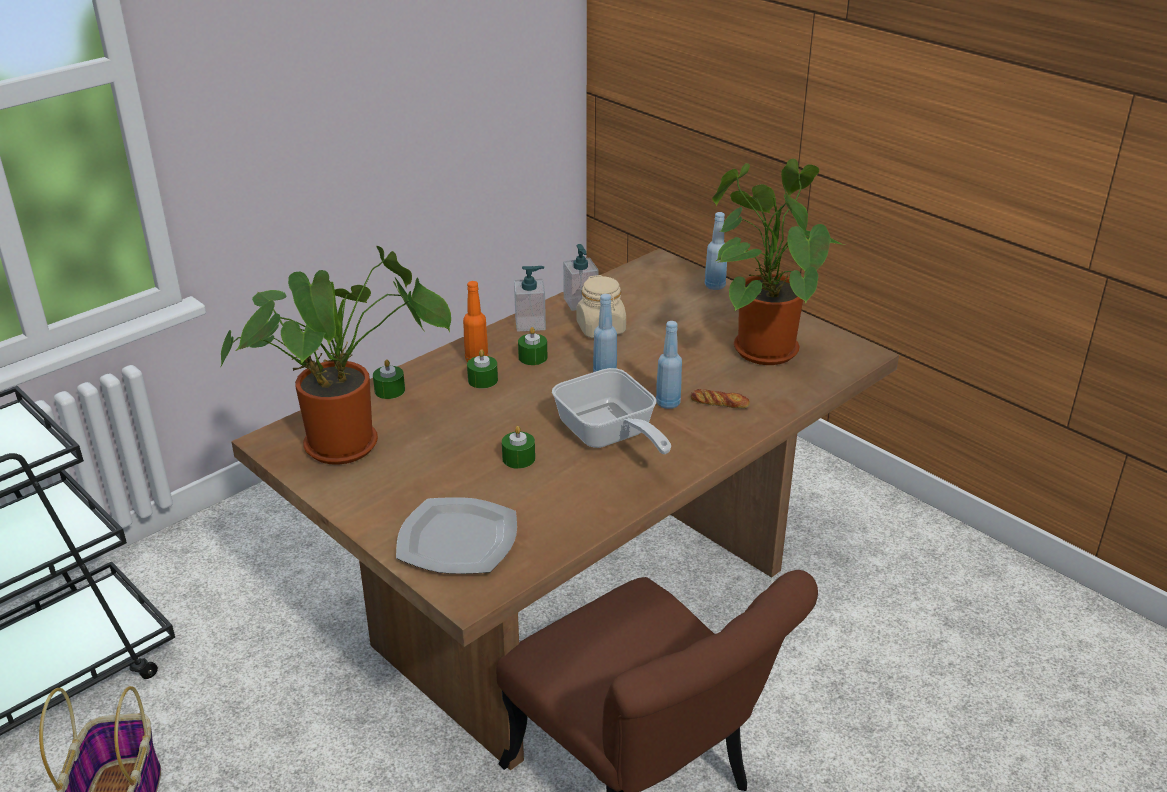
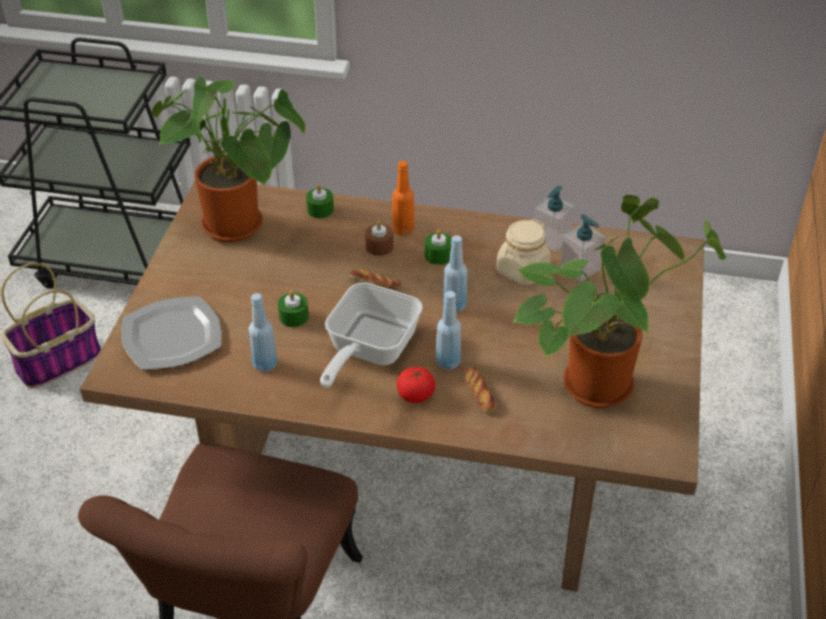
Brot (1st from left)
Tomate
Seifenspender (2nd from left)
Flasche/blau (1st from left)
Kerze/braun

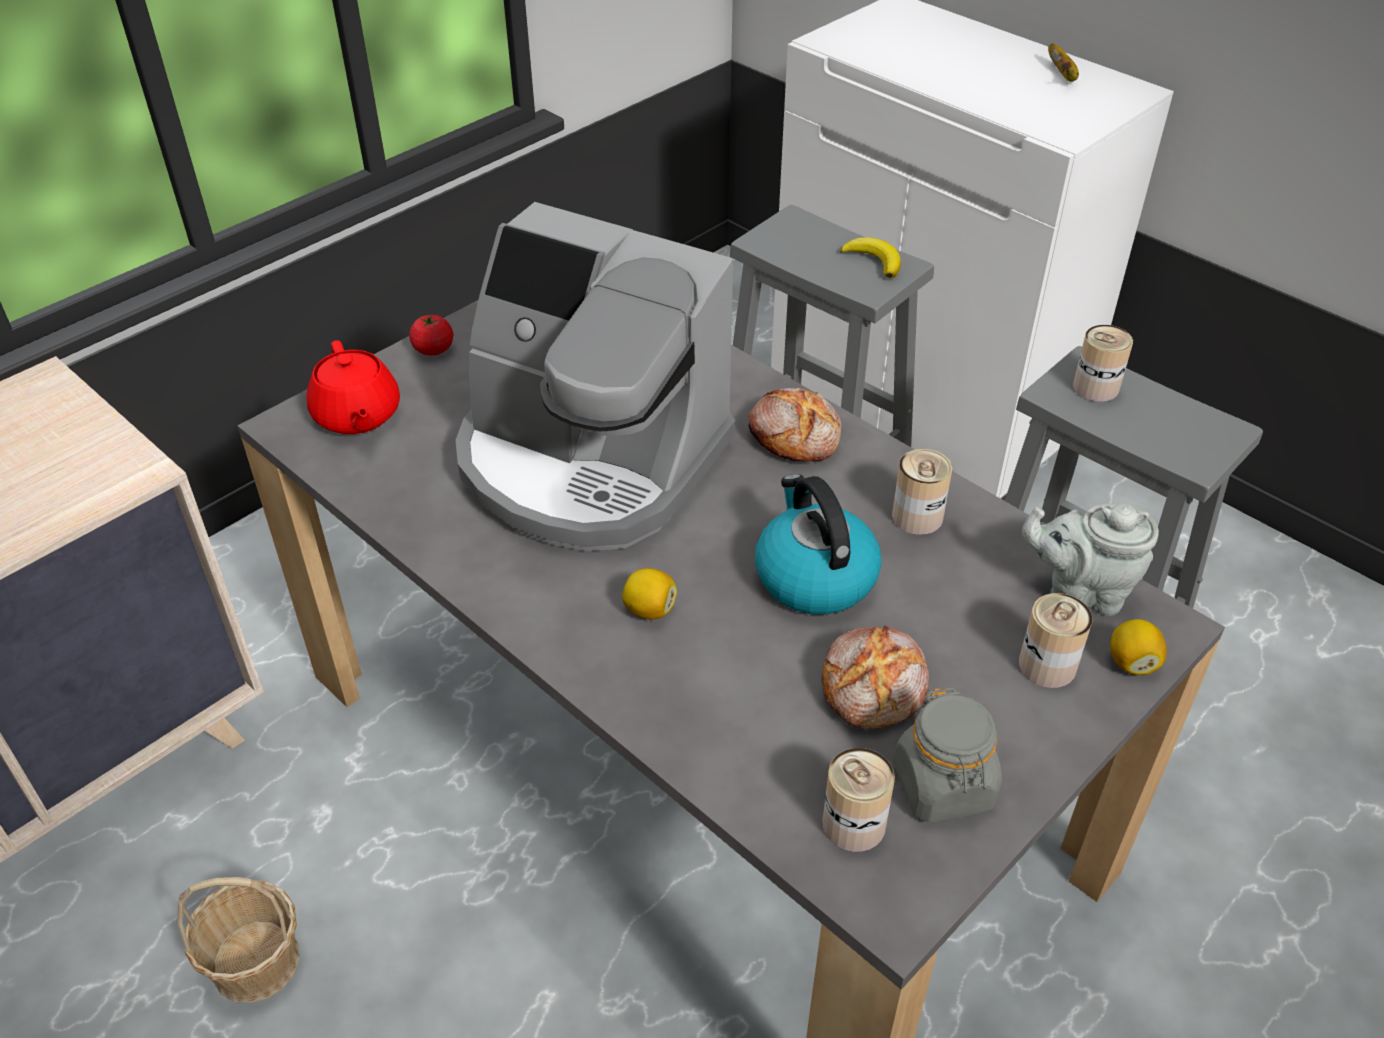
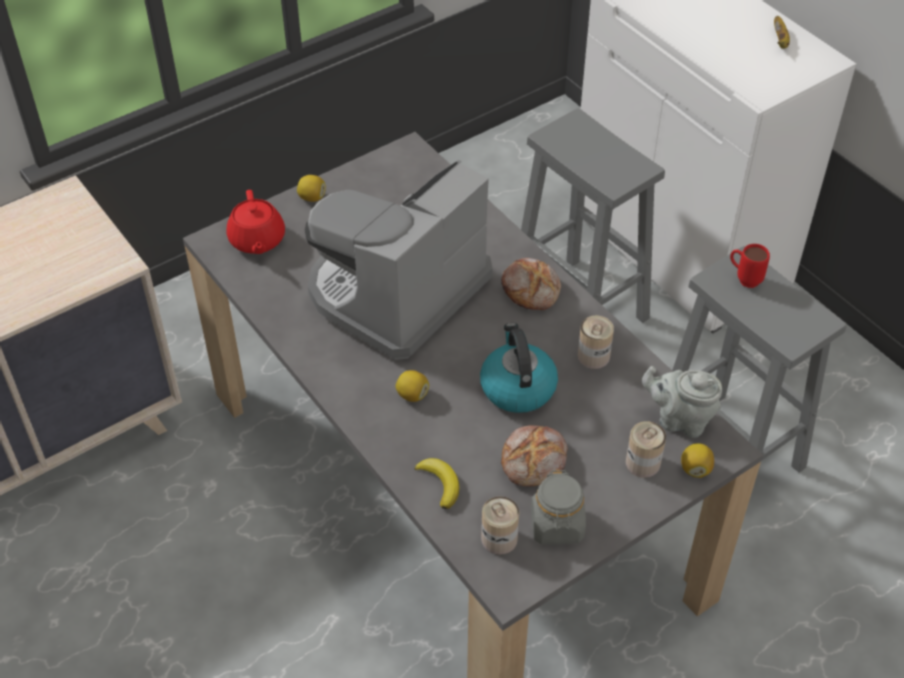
Korb
Banane (1st from left)
Zitrone (1st from left)
Henkelbecher/rot
Kaffeemaschine

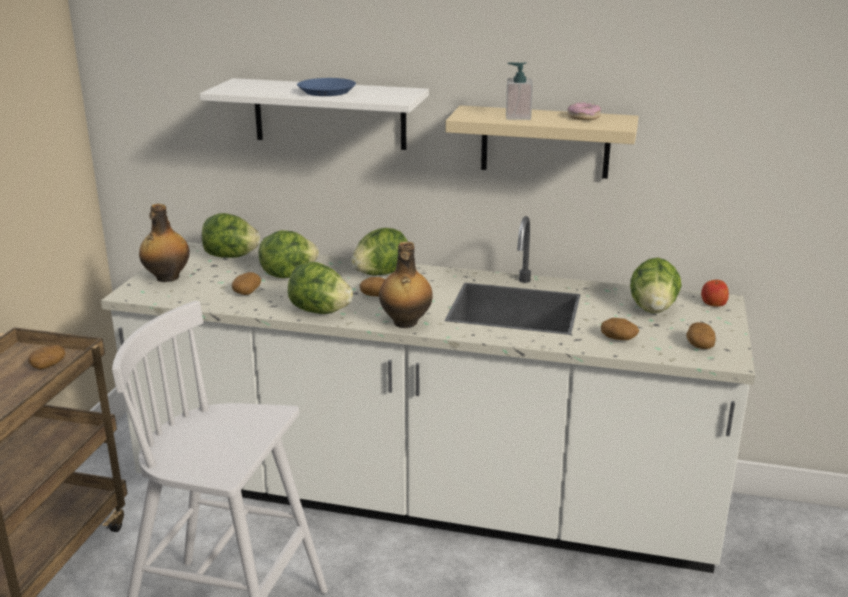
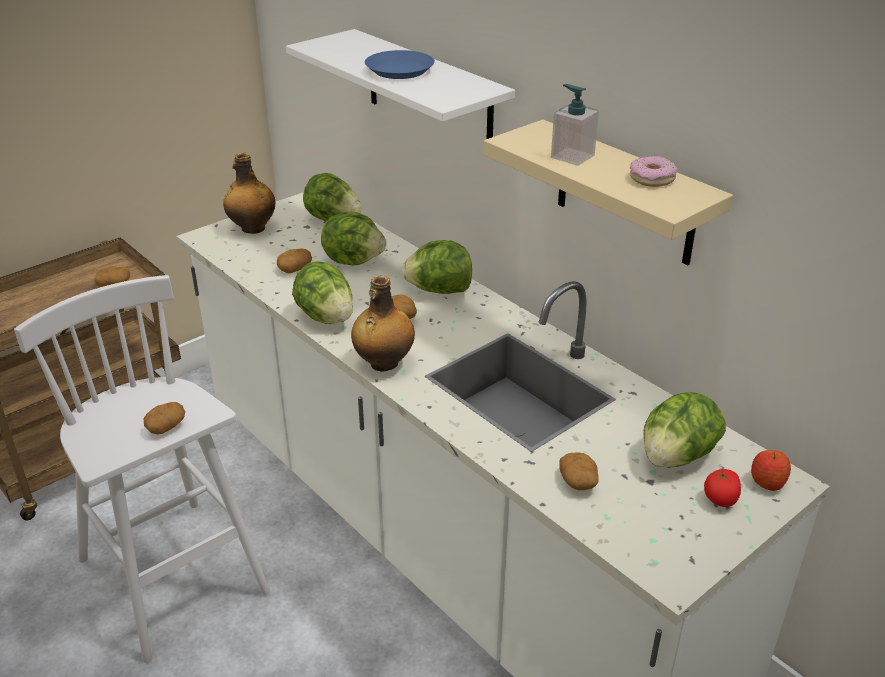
Tomate
Kartoffel (2nd from left)

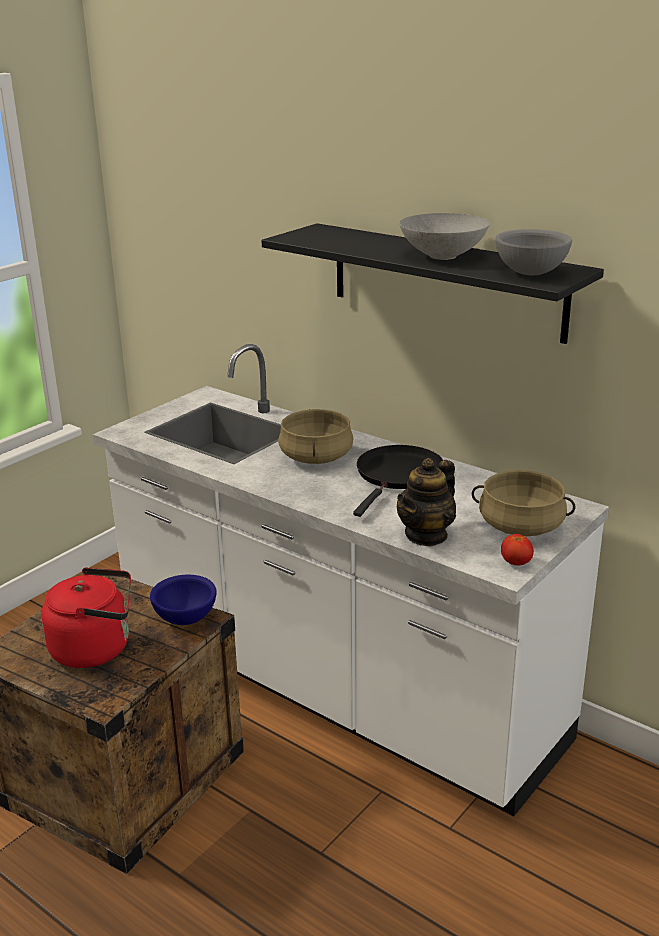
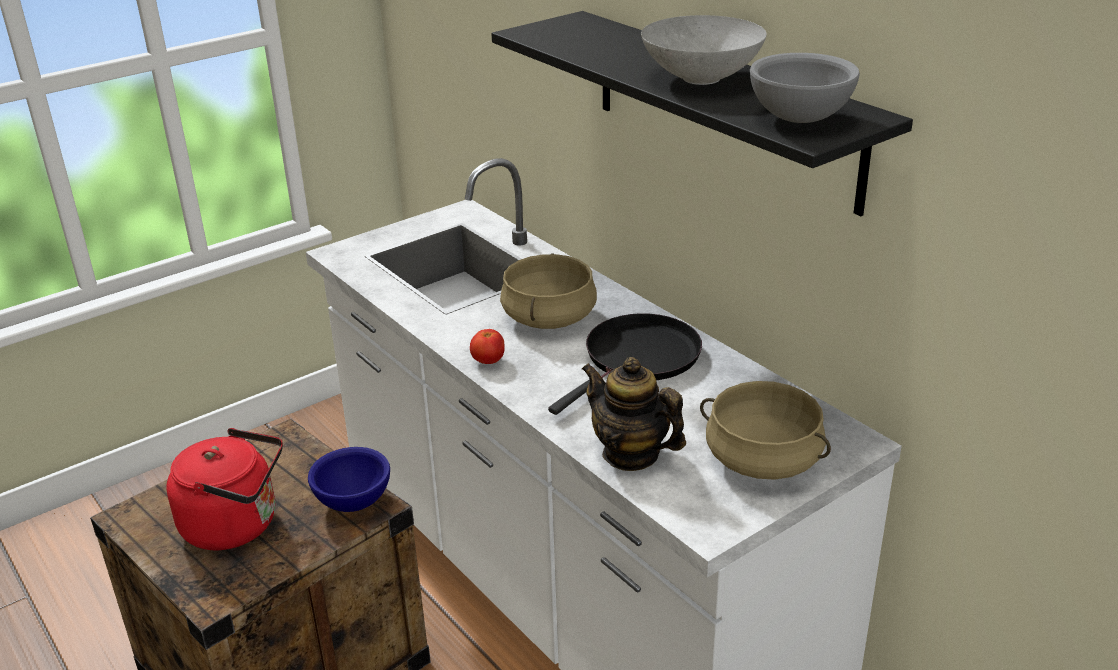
Tomate
Teekanne

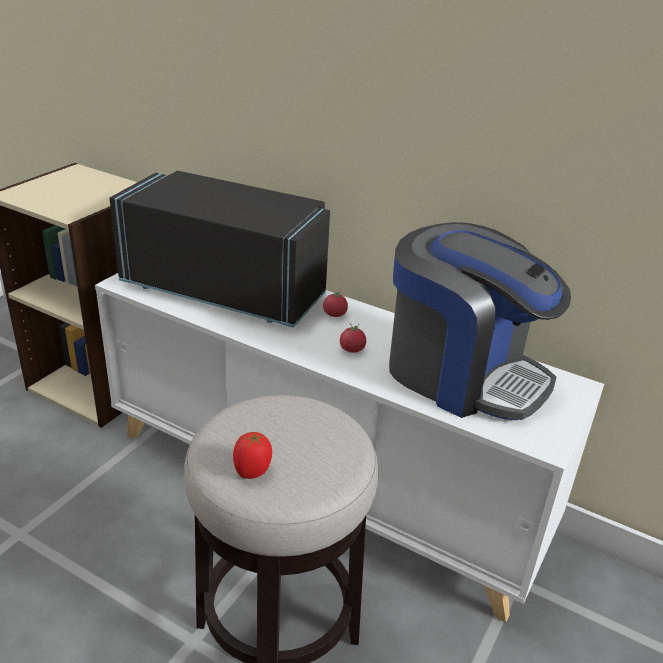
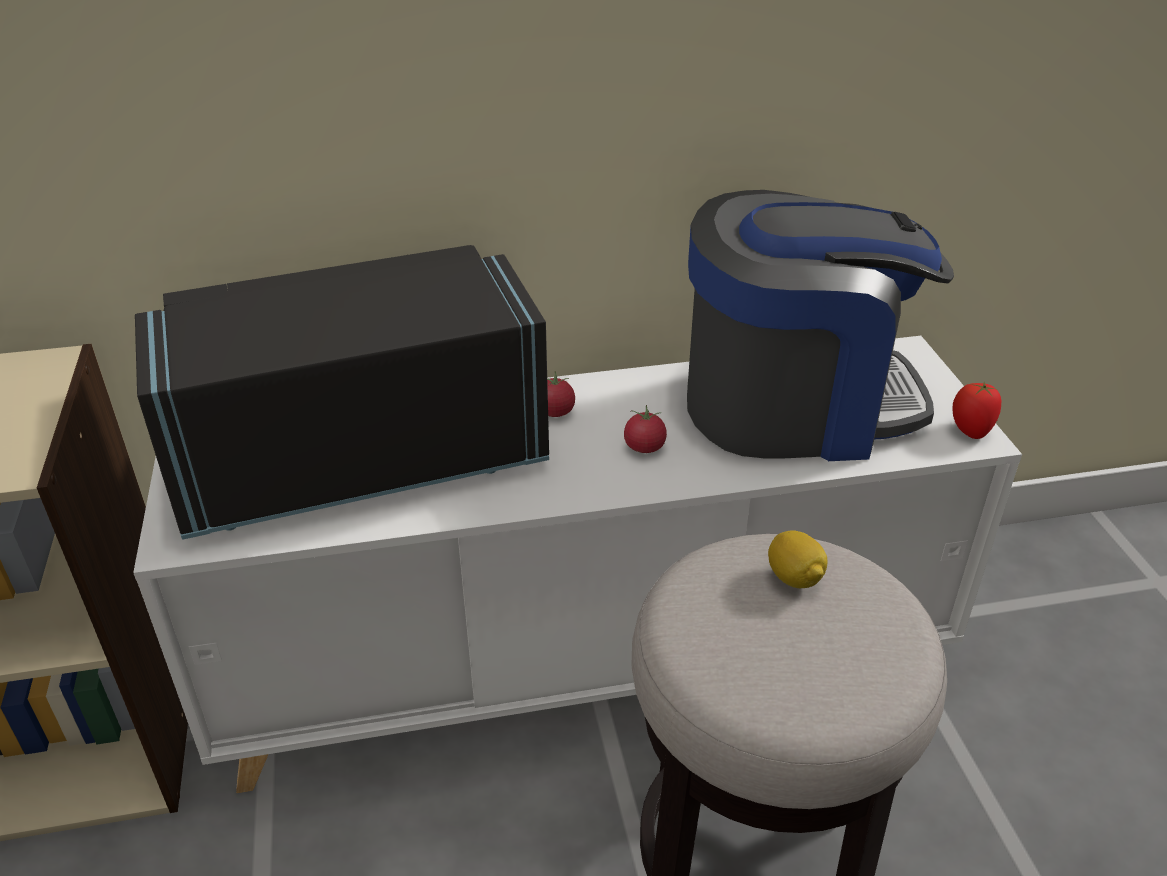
Zitrone
Tomate (3rd from left)

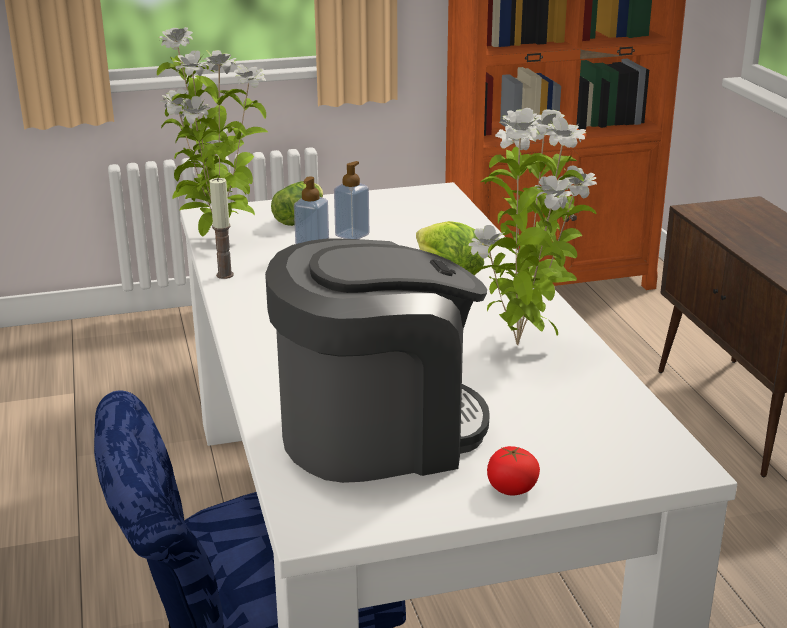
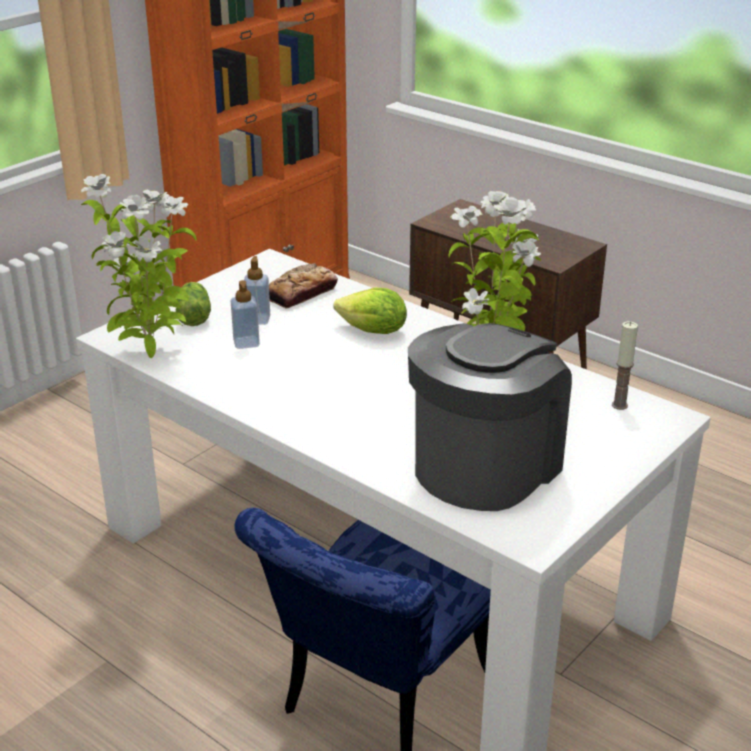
Tomate
Brot
Kerze

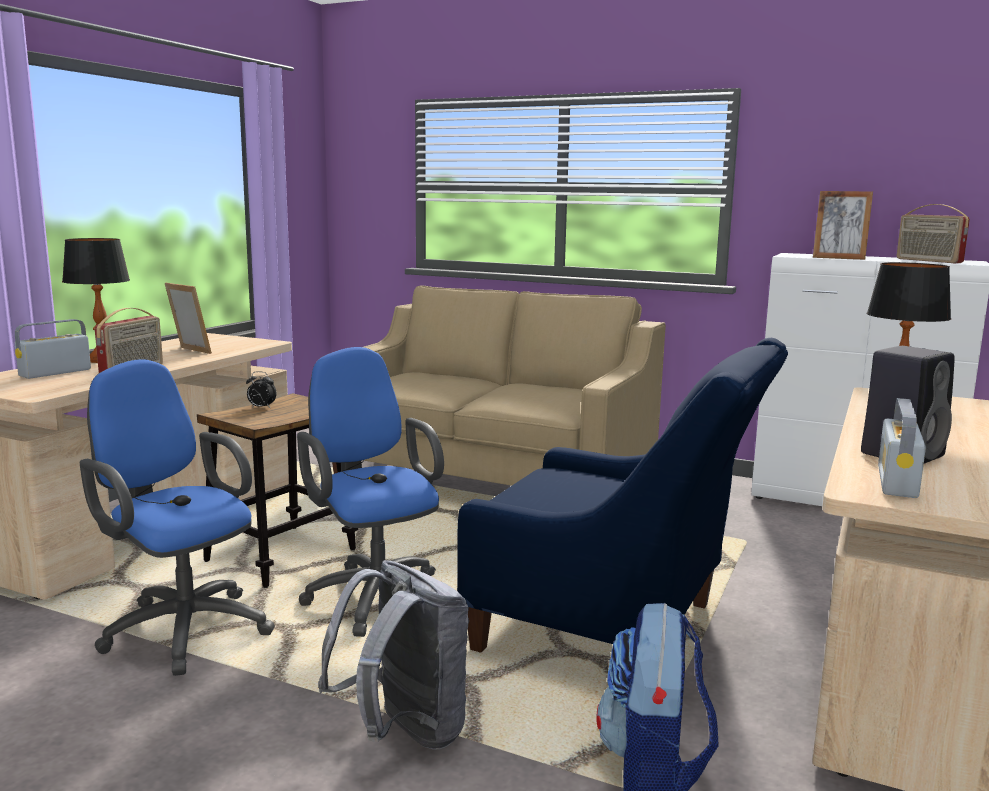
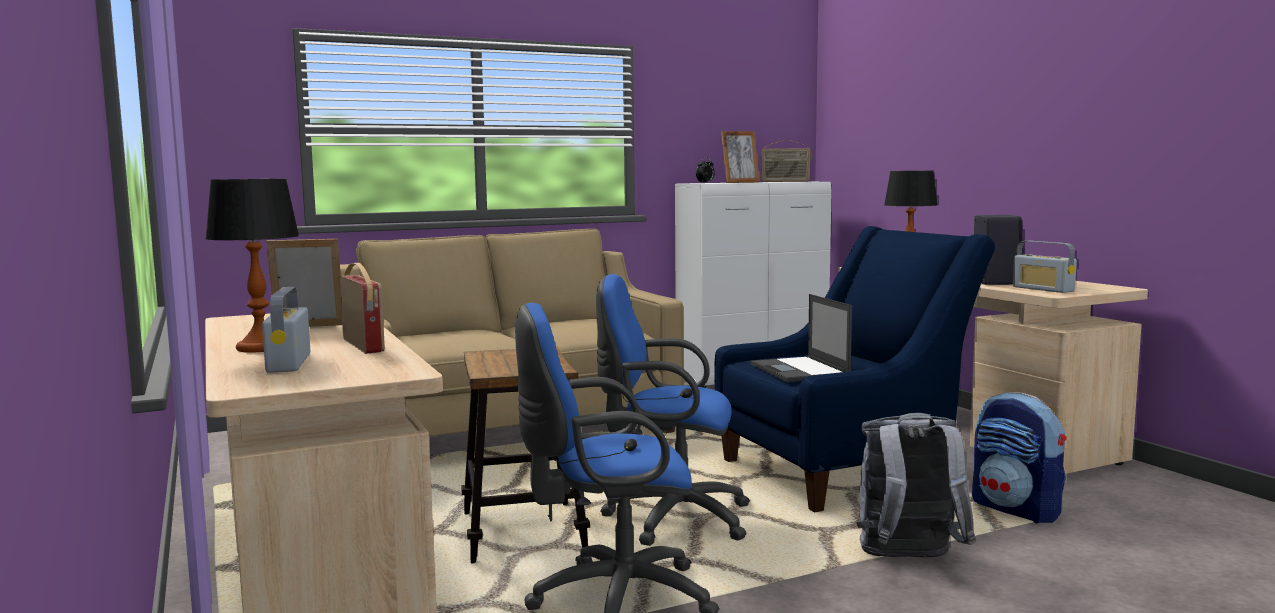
Laptop
Wecker

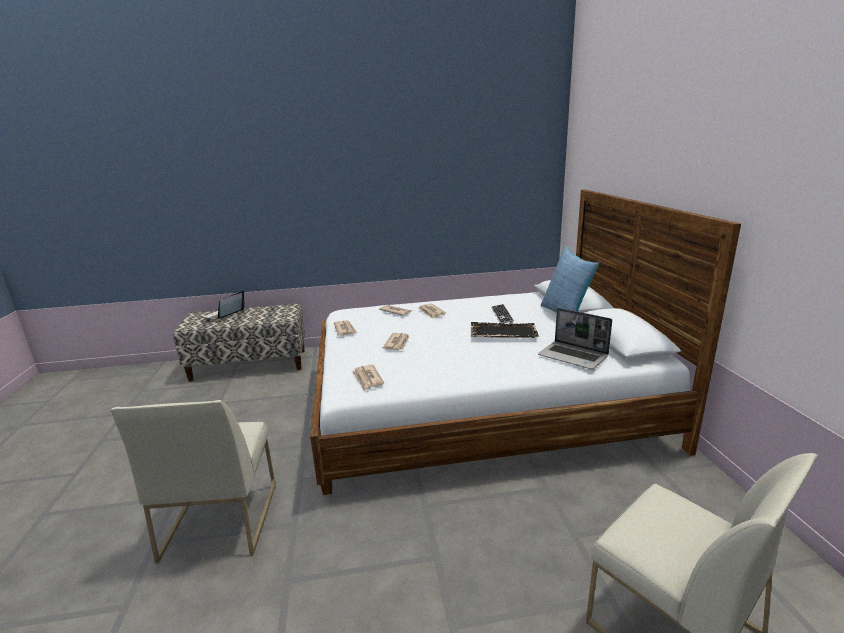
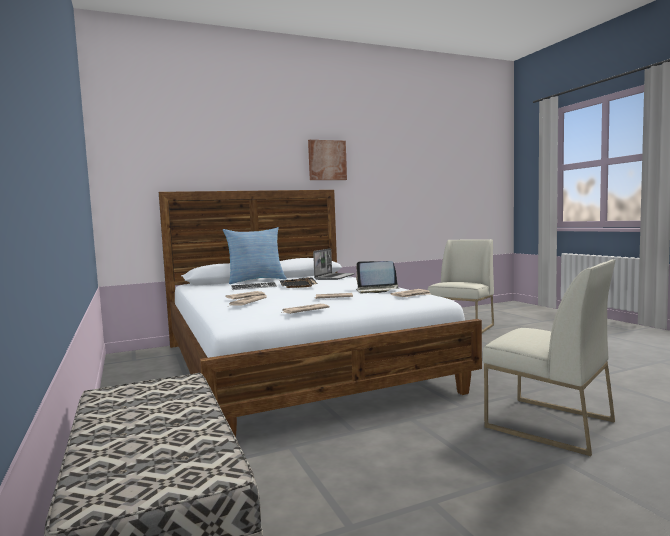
Bild
Laptop (2nd from left)
Stuhl/weiß (2nd from left)

